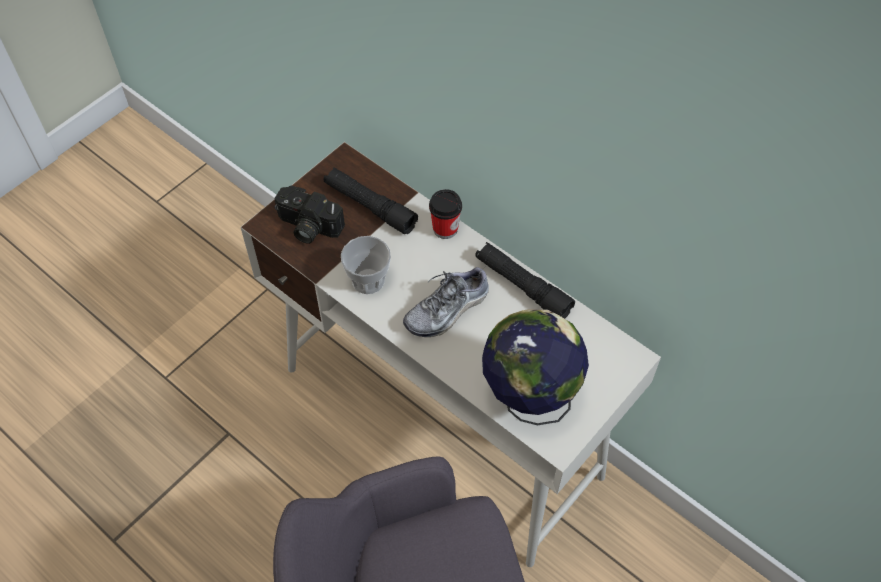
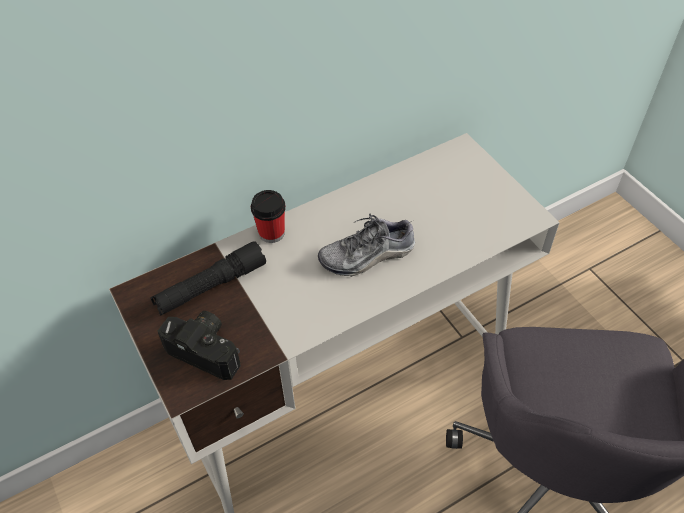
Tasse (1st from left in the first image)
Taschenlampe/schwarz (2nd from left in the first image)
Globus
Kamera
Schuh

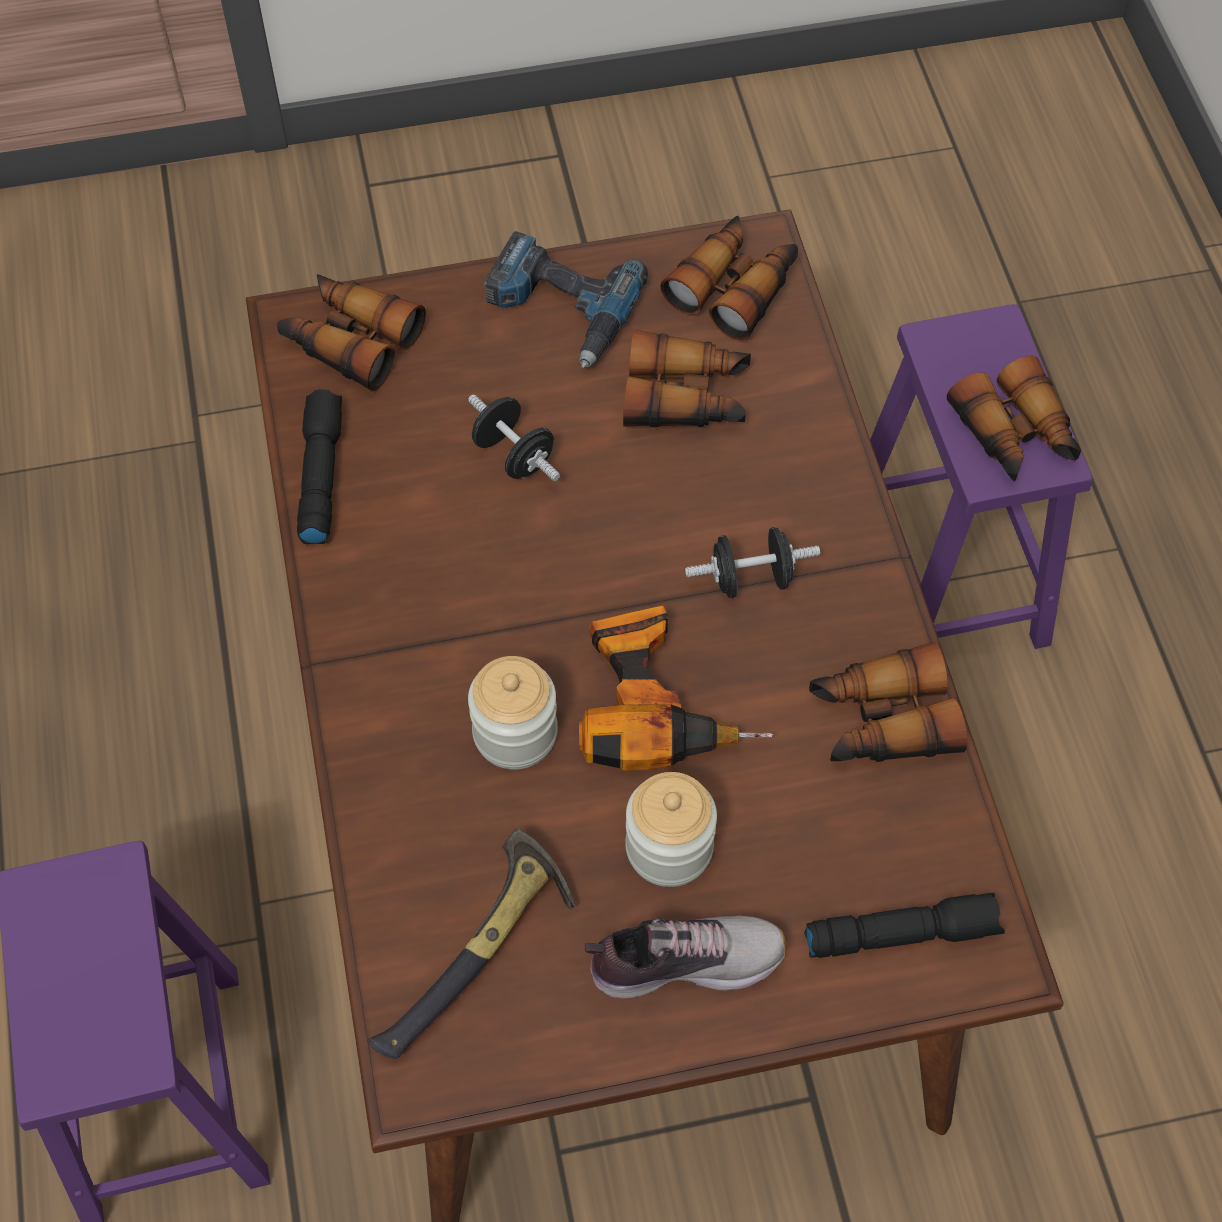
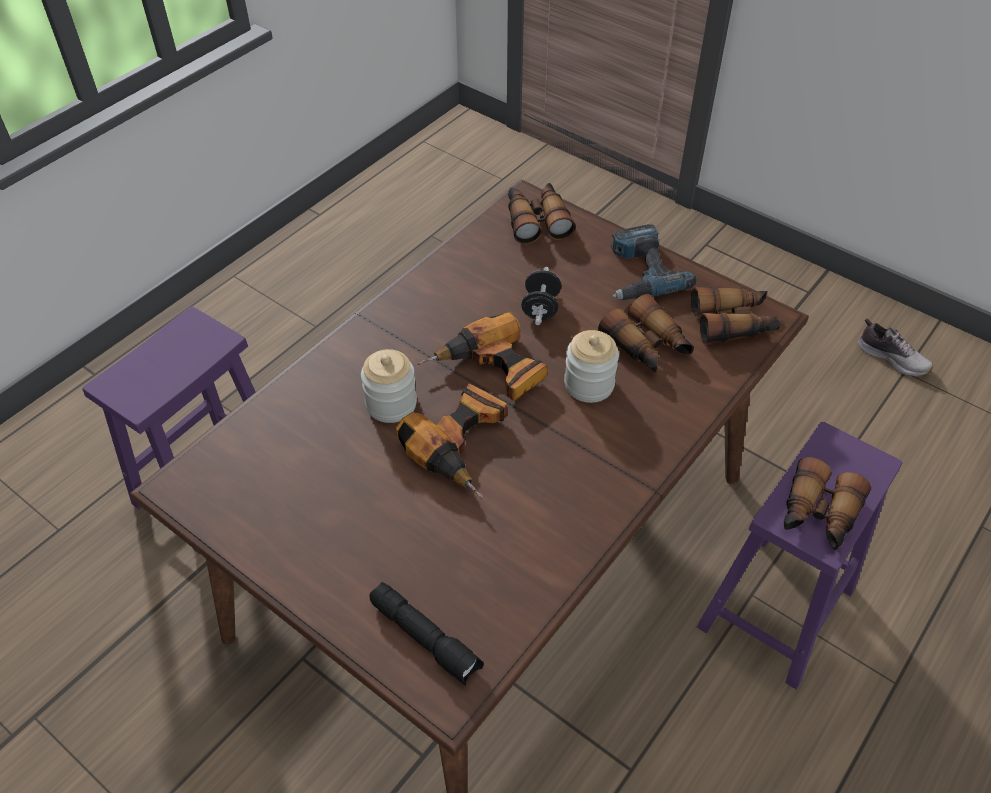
Taschenlampe/schwarz (1st from left in the first image)
Hammer
Hantel/schwarz (2nd from left in the first image)
Fernglas (4th from left in the first image)
Bohrmaschine (2nd from left)
Schuh
Vorratsglas (2nd from left)

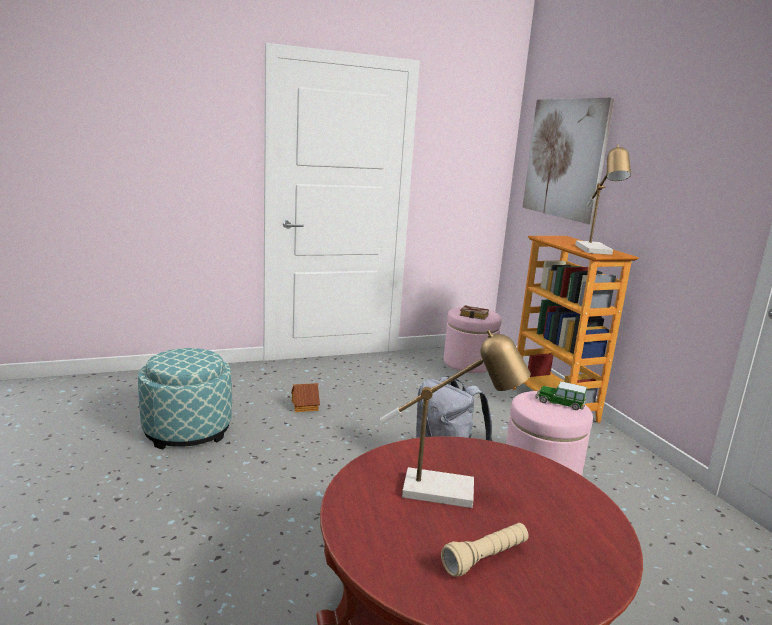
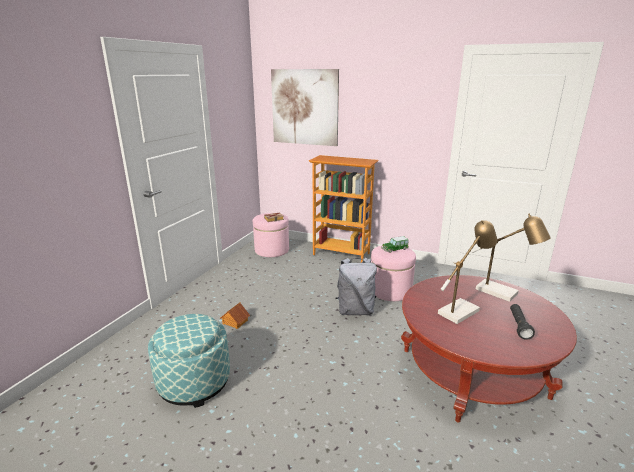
Tischlampe (2nd from left)
Taschenlampe/schwarz

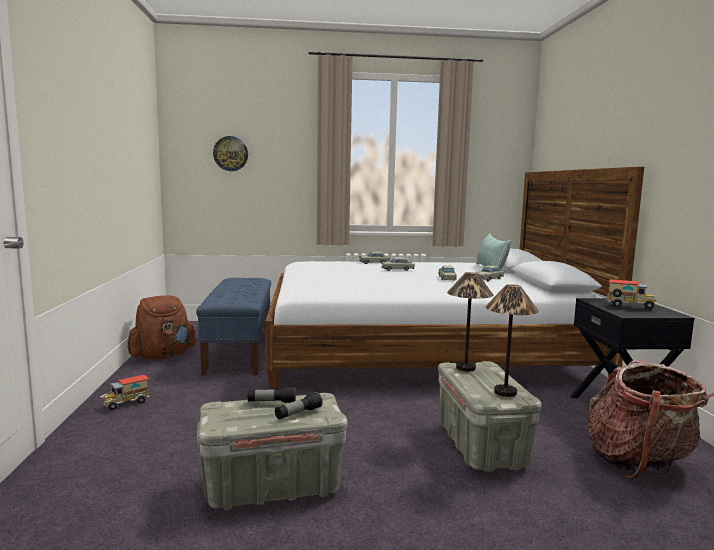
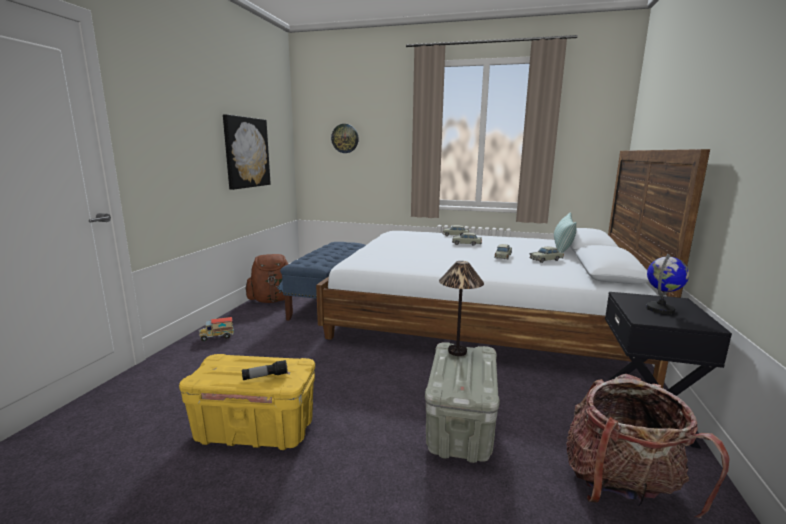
Taschenlampe (1st from left in the first image)
Tischlampe (2nd from left in the first image)
Bild
Globus
Aufbewahrungsbox/gelb

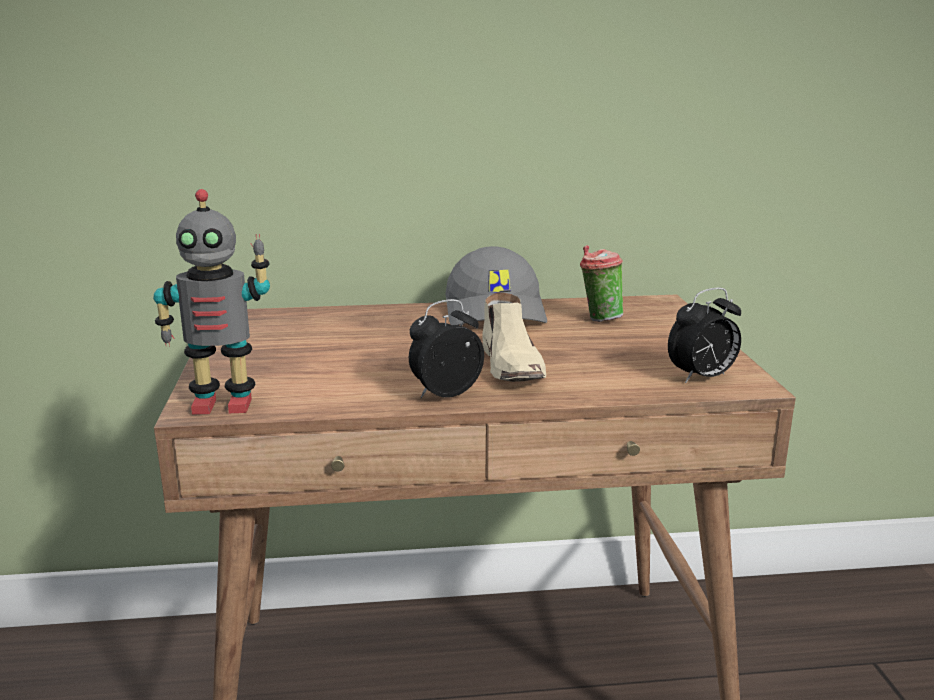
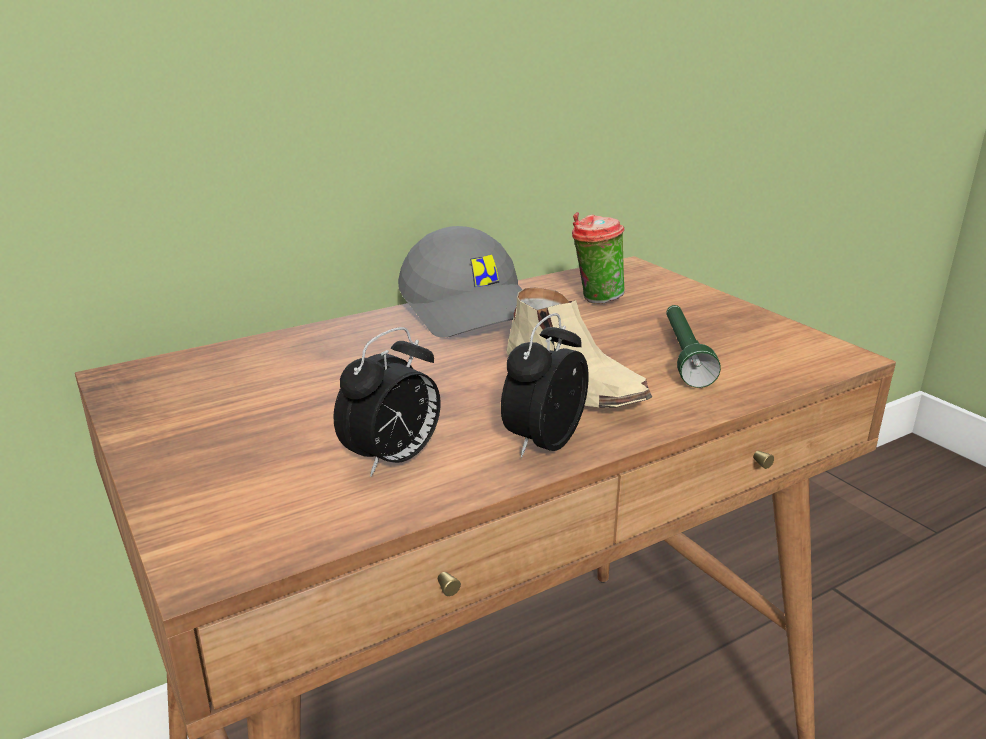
Spielzeugroboter
Taschenlampe/grün
Wecker (1st from left)

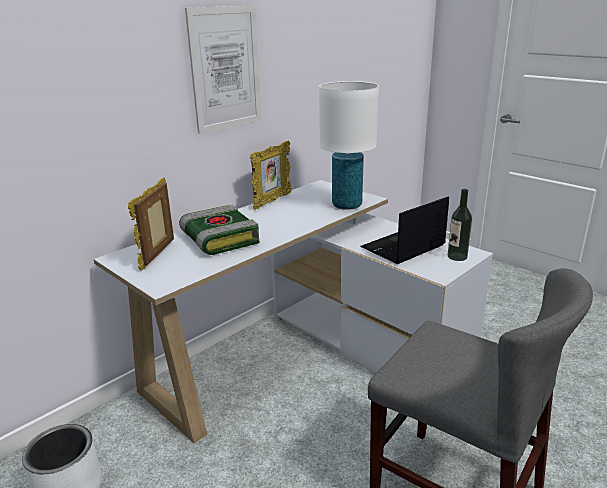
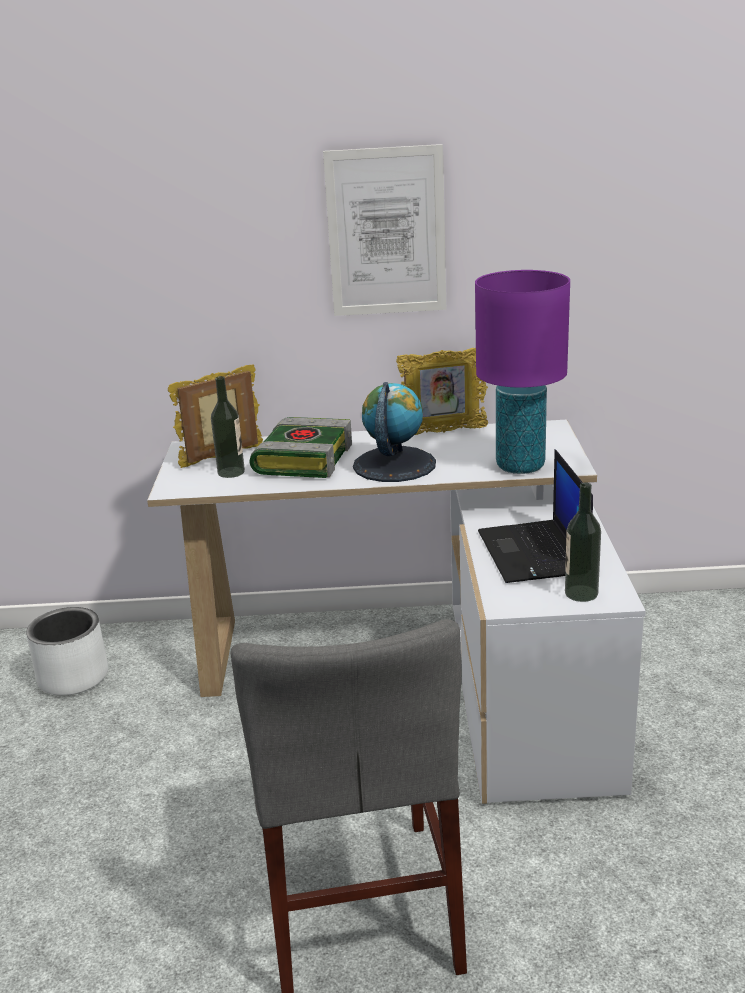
Flasche (1st from left)
Globus
Tischlampe/lila
Laptop

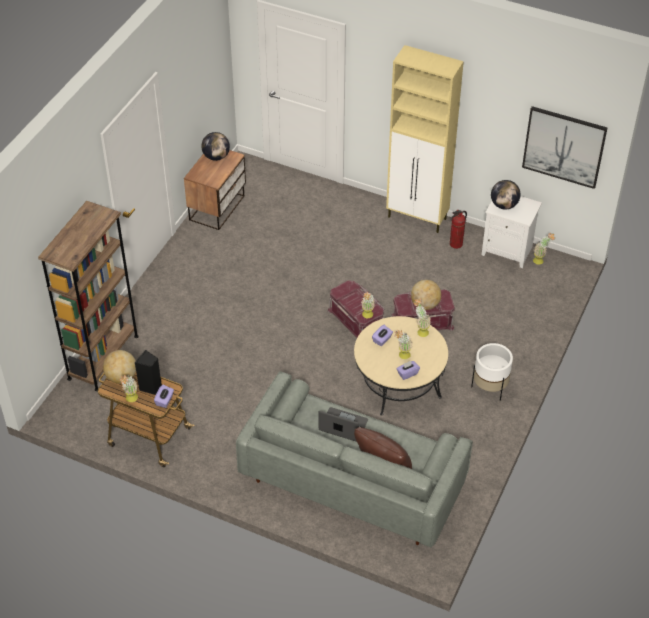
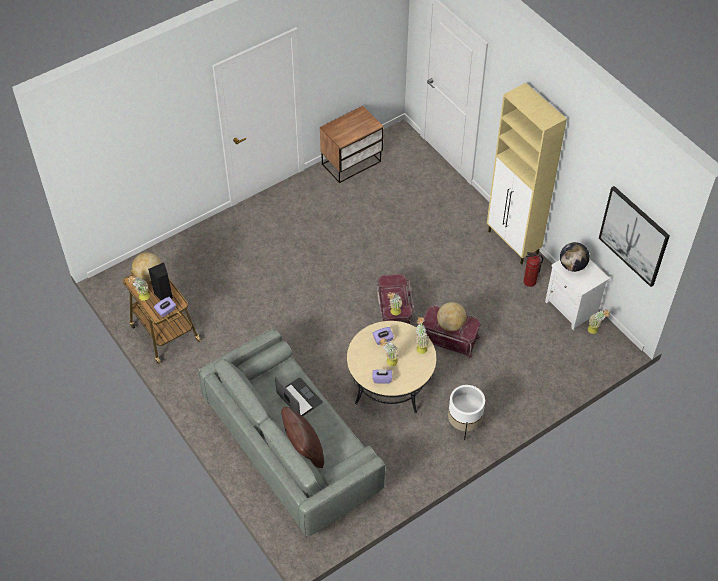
Bücherregal/braun
Globus (2nd from left in the first image)

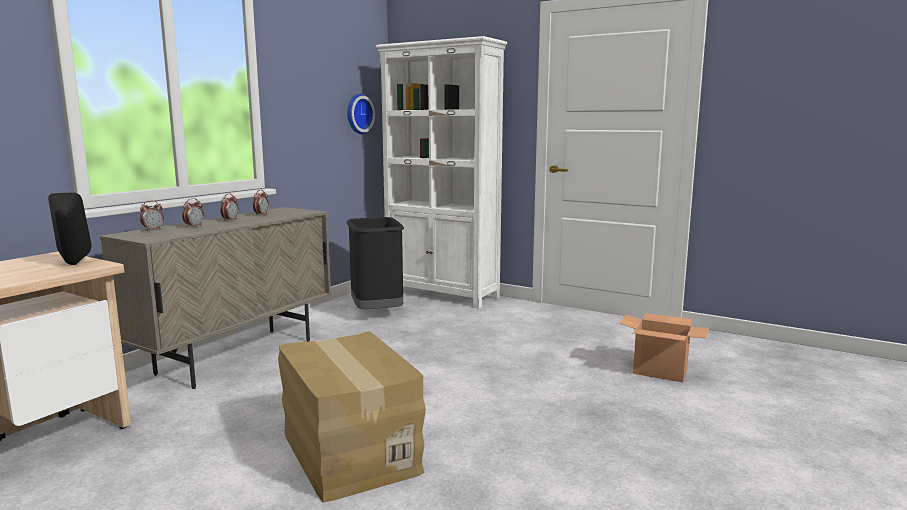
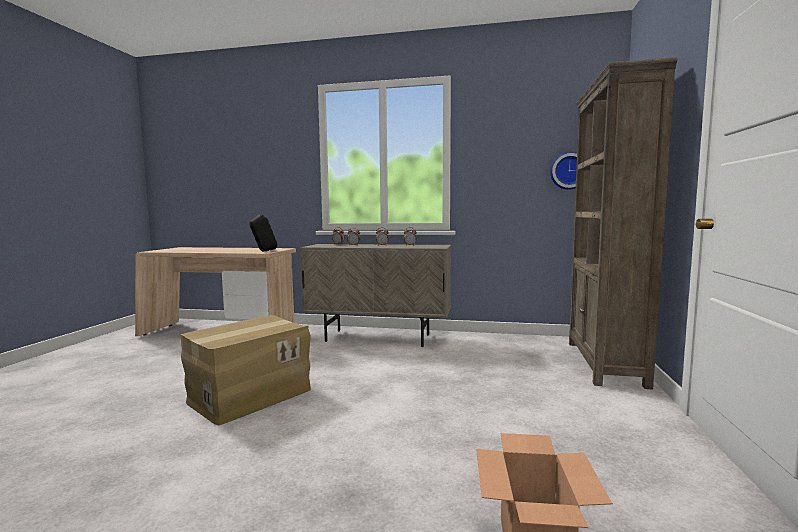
Mülleimer/schwarz
Bücherregal/braun

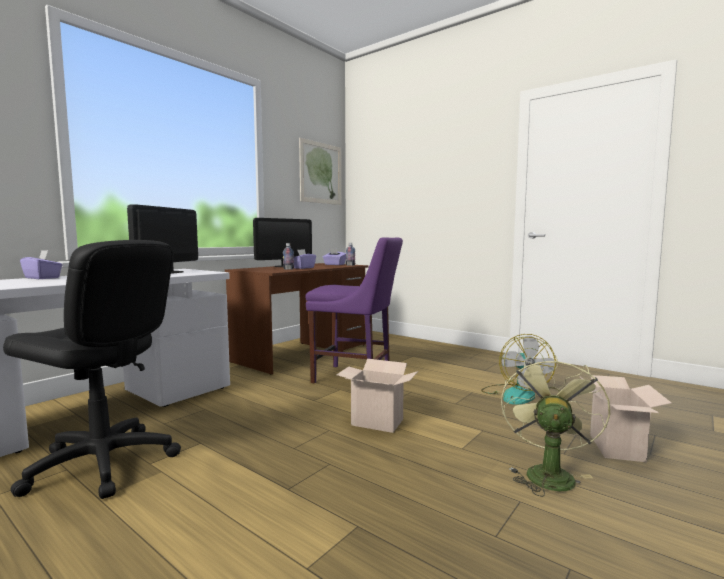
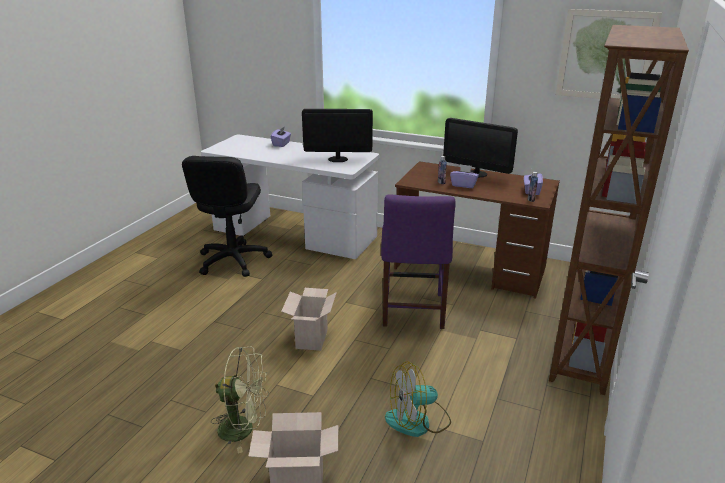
Bücherregal/braun

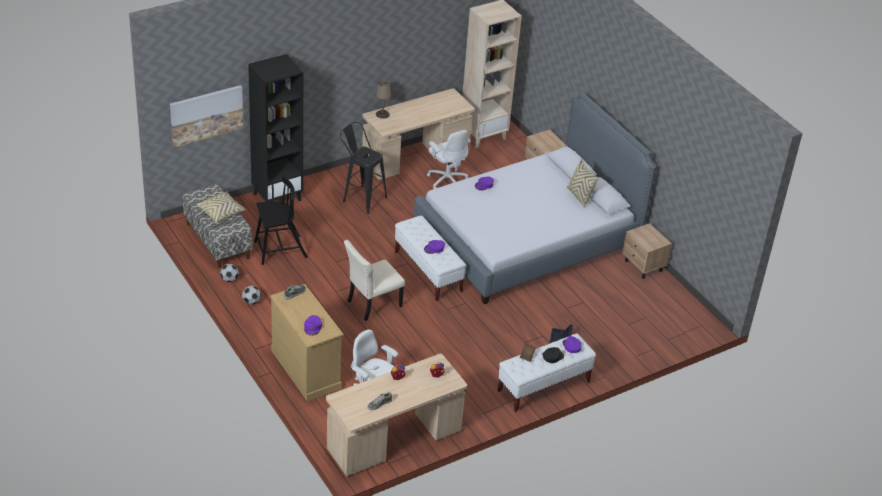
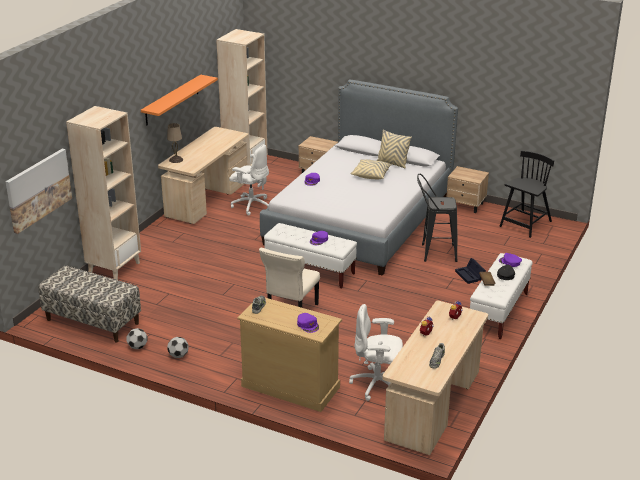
Wandregal/orange
Kissen/beige (1st from left)
Stuhl/schwarz
Hocker/schwarz
Bücherregal/beige (1st from left)

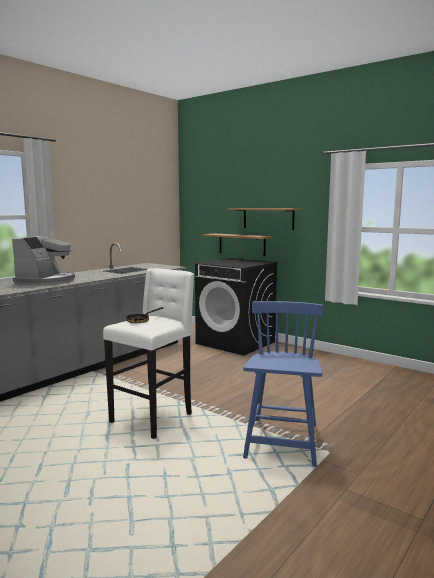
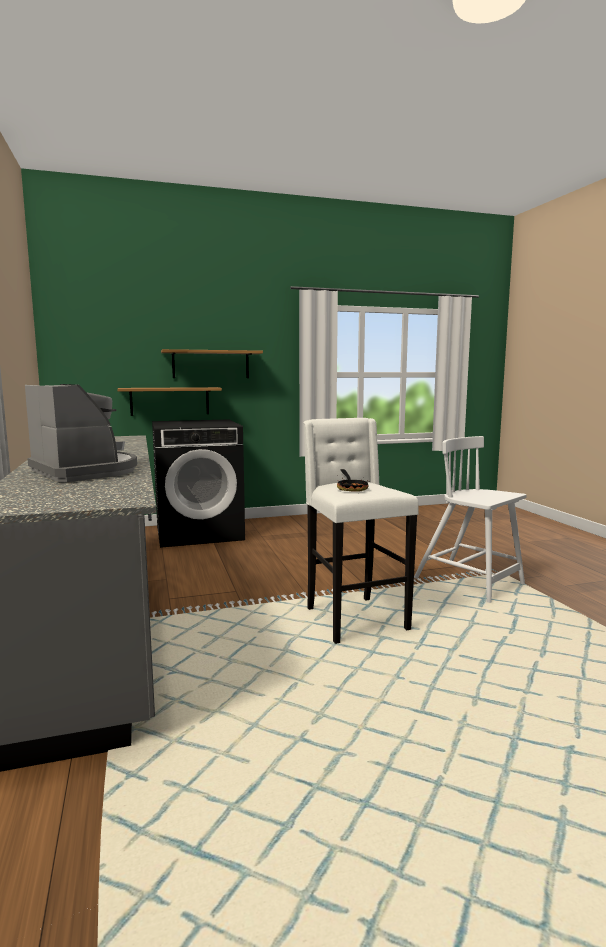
Stuhl/weiß

